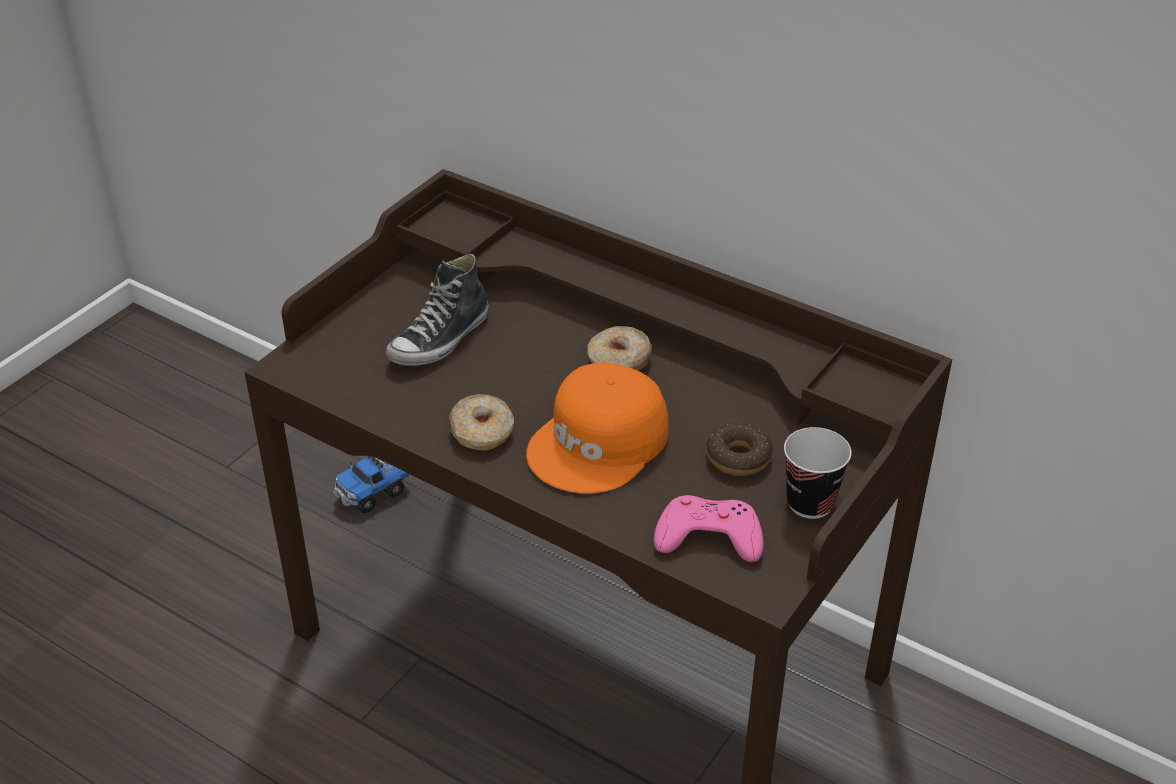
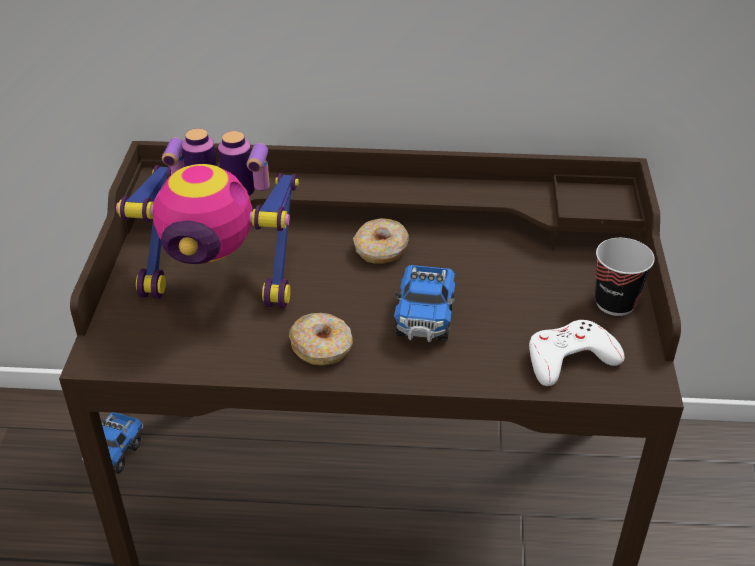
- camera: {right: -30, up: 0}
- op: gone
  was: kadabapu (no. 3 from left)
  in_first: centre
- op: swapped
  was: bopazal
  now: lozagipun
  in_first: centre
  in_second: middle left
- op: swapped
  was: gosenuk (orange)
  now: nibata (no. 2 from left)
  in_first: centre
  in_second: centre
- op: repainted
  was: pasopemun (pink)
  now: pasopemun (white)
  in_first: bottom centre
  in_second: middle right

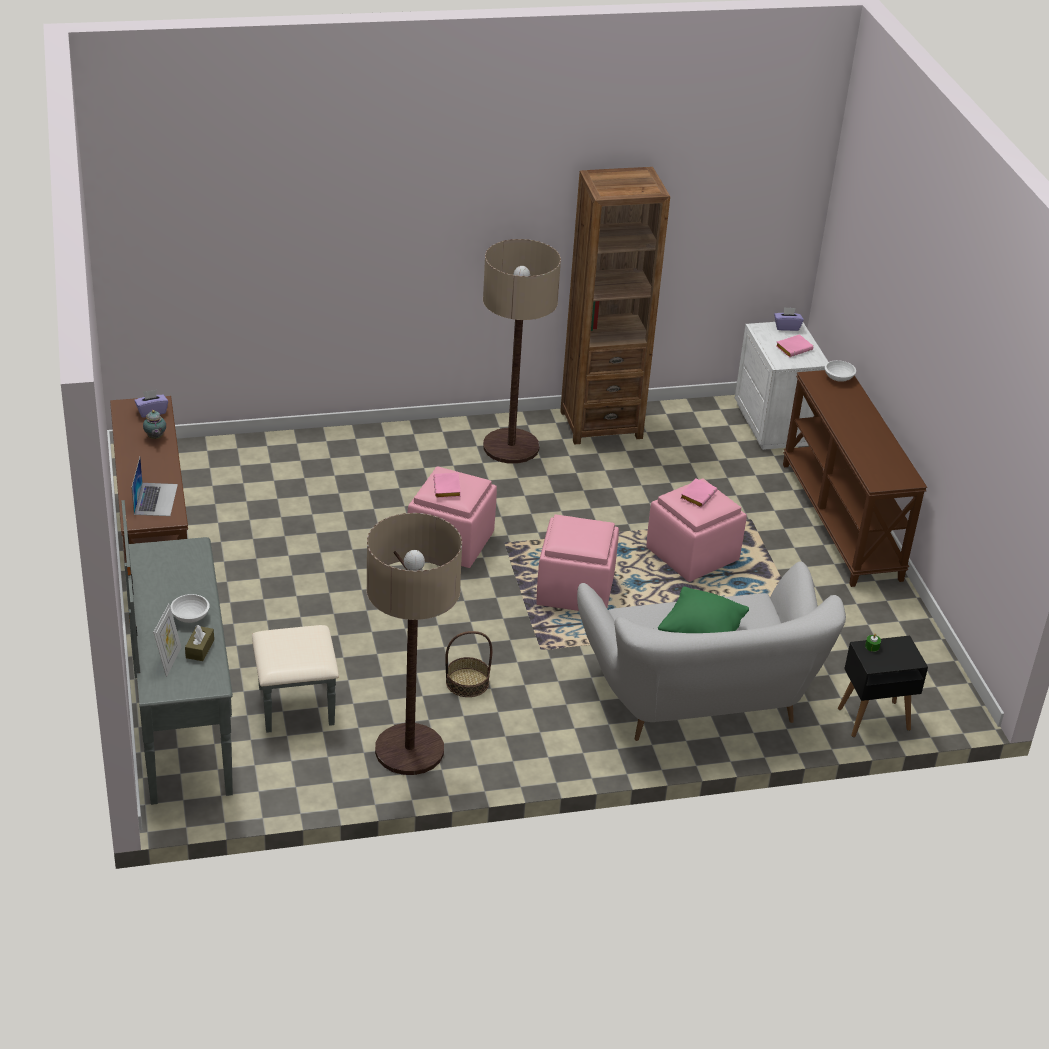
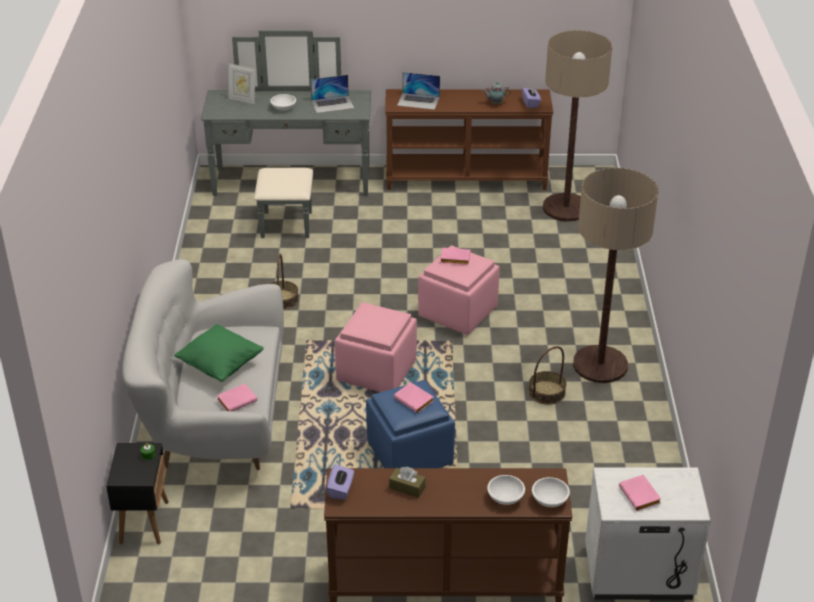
- camera: {right: 105, up: 0}
- op: gone
  was: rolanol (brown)
  in_first: top centre
- op: new
  now: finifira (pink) (no. 1 from left)
  in_second: middle left
- op: new
  now: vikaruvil (no. 1 from left)
  in_second: top centre
- op: new
  now: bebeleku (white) (no. 2 from left)
  in_second: bottom centre
- op: new
  now: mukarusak (no. 2 from left)
  in_second: middle right
- op: shifted
  was: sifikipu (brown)
  in_first: middle left
  in_second: bottom centre
- op: shifted
  was: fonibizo (no. 1 from left)
  in_first: centre
  in_second: top right
- op: shifted
  was: sifikipu (purple) (no. 2 from left in the first image)
  now: sifikipu (purple) (no. 1 from left)
  in_first: top right
  in_second: bottom centre
- op: repainted
  was: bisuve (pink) (no. 3 from left)
  now: bisuve (blue)
  in_first: centre
  in_second: bottom centre

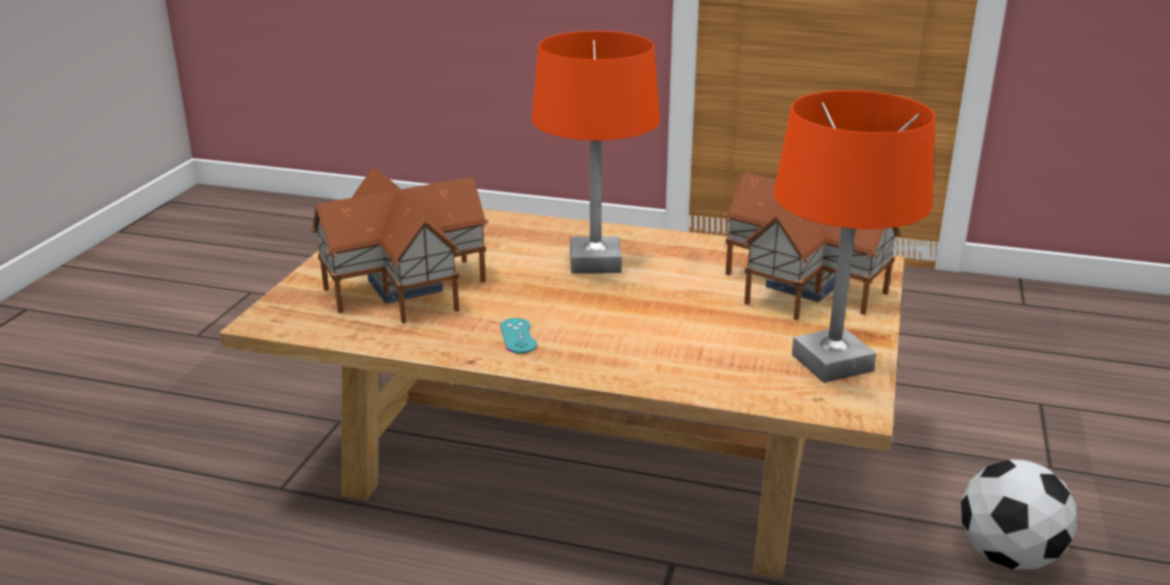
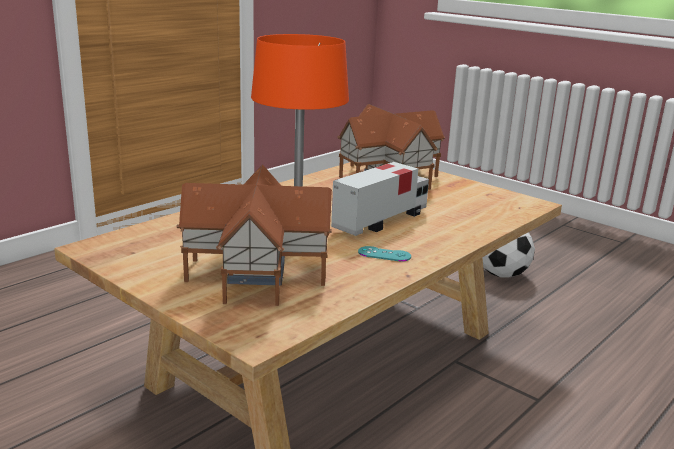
- camera: {right: -65, up: -5}
- op: gone
  was: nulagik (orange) (no. 2 from left)
  in_first: middle right
- op: new
  now: nibata
  in_second: centre

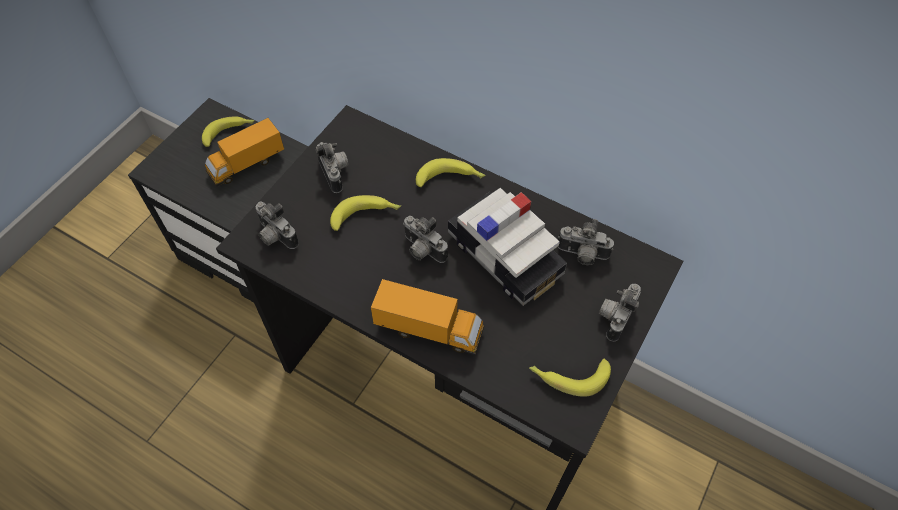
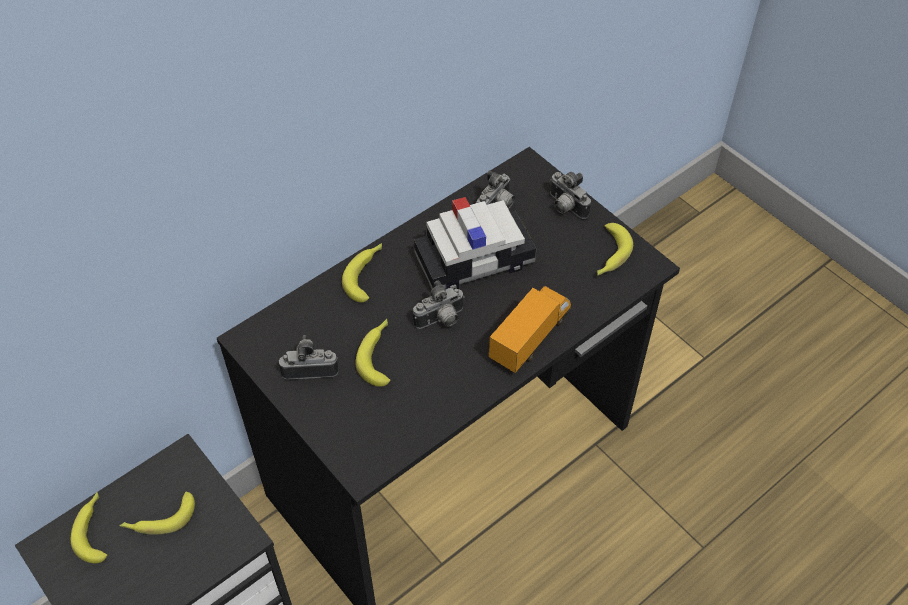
- camera: {right: -70, up: -5}
- op: gone
  was: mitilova (no. 1 from left)
  in_first: middle left
- op: swapped
  was: nibata (no. 1 from left)
  now: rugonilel (no. 2 from left)
  in_first: top left
  in_second: bottom left

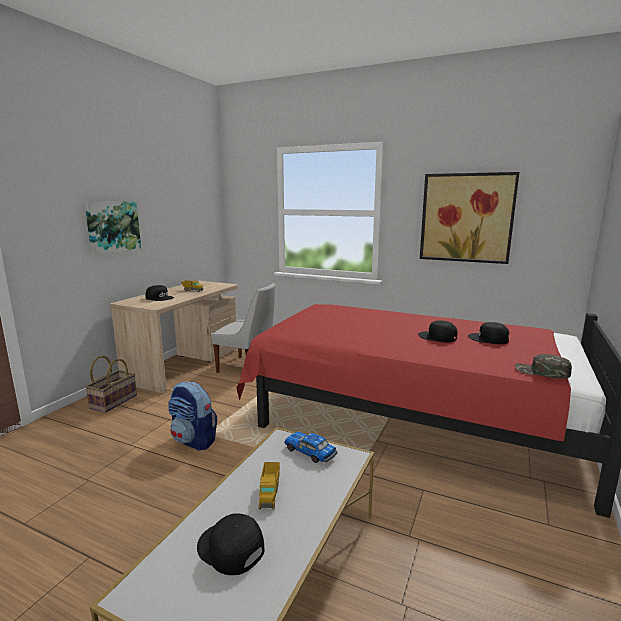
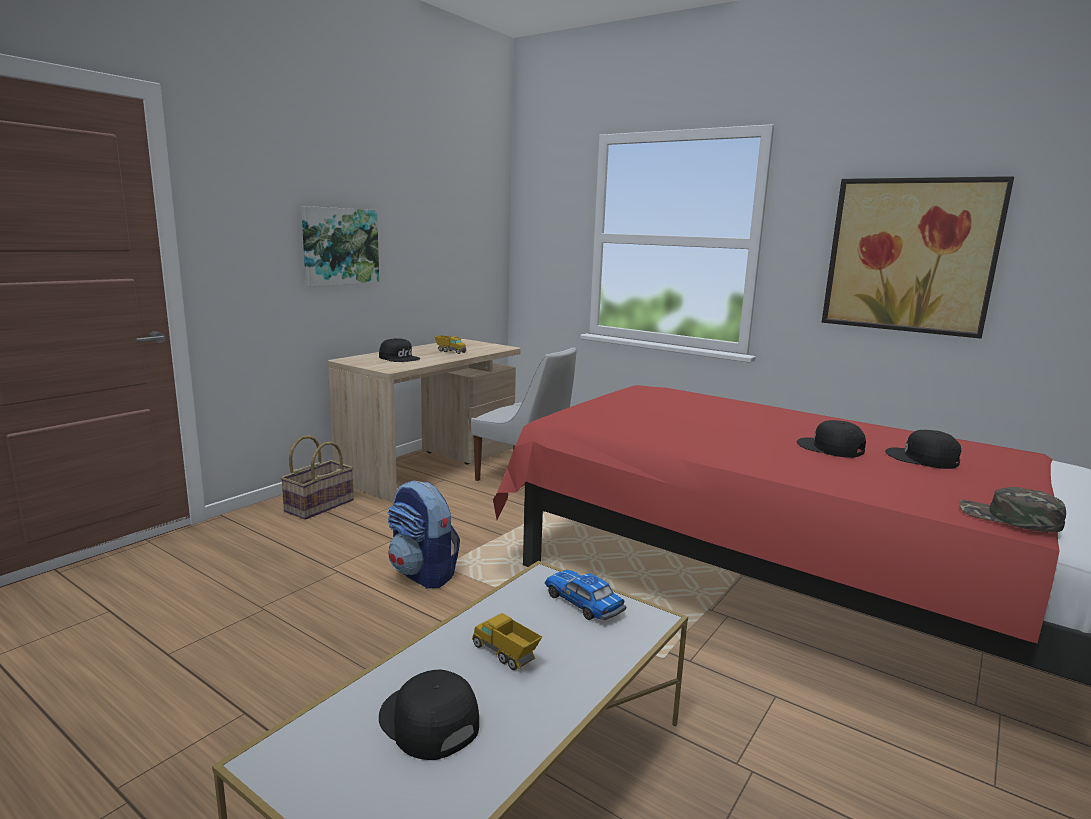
- camera: {right: 10, up: 0}
- op: rotated
  was: nibata (no. 2 from left)
  in_first: bottom centre
  in_second: bottom centre
  clockwise: 120

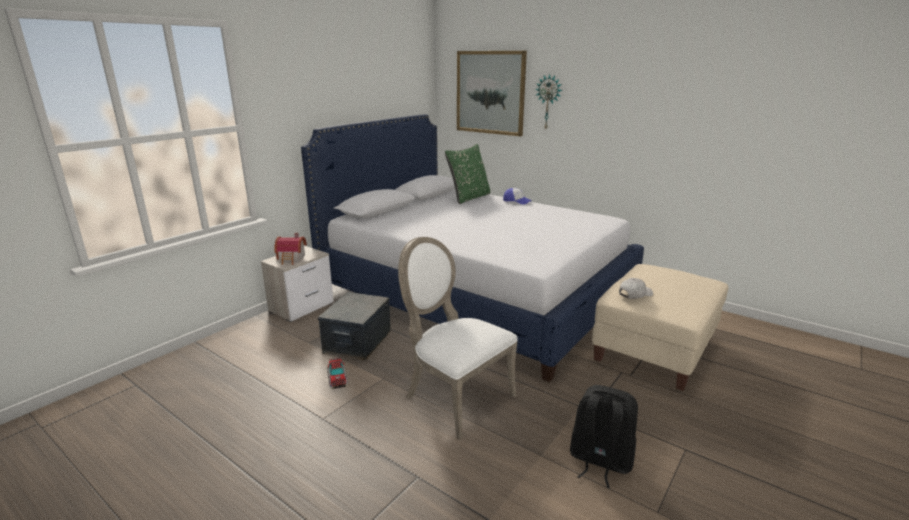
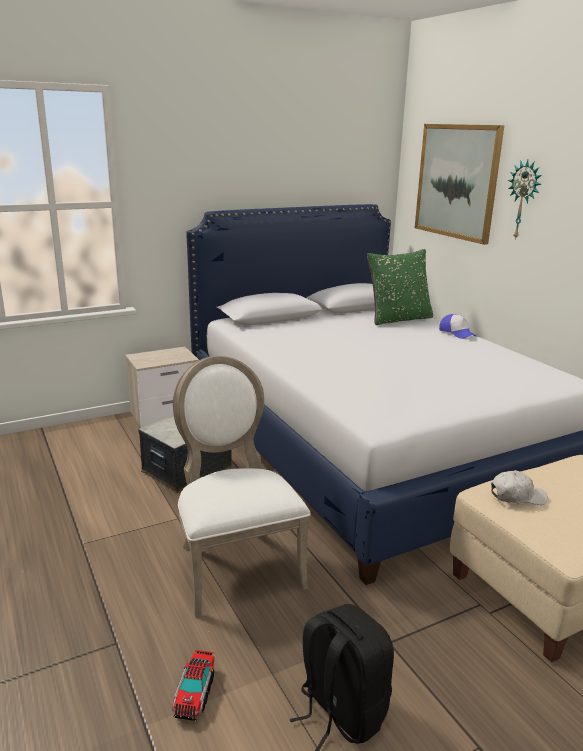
- camera: {right: 25, up: 0}
- op: gone
  was: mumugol
  in_first: middle left
- op: shifted
  was: nibata
  in_first: bottom centre
  in_second: bottom left

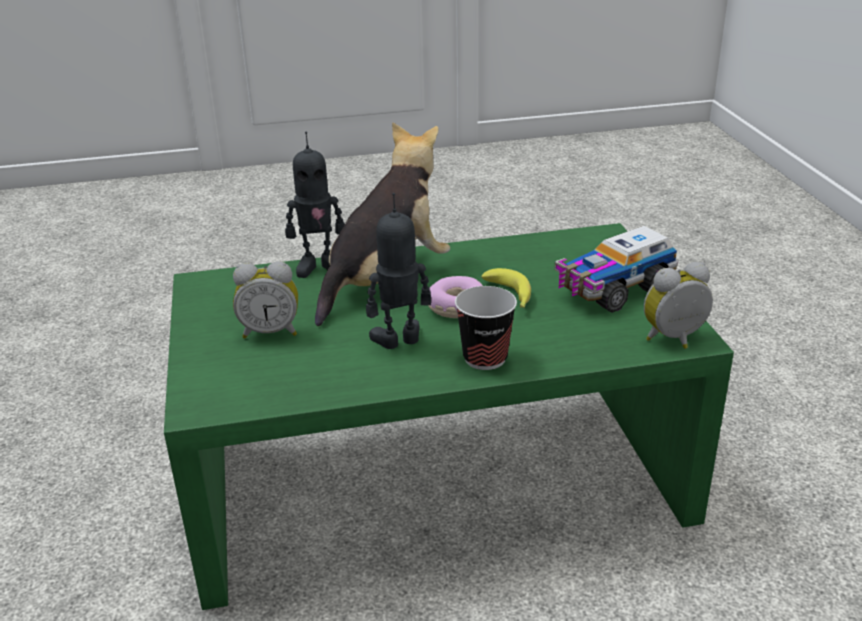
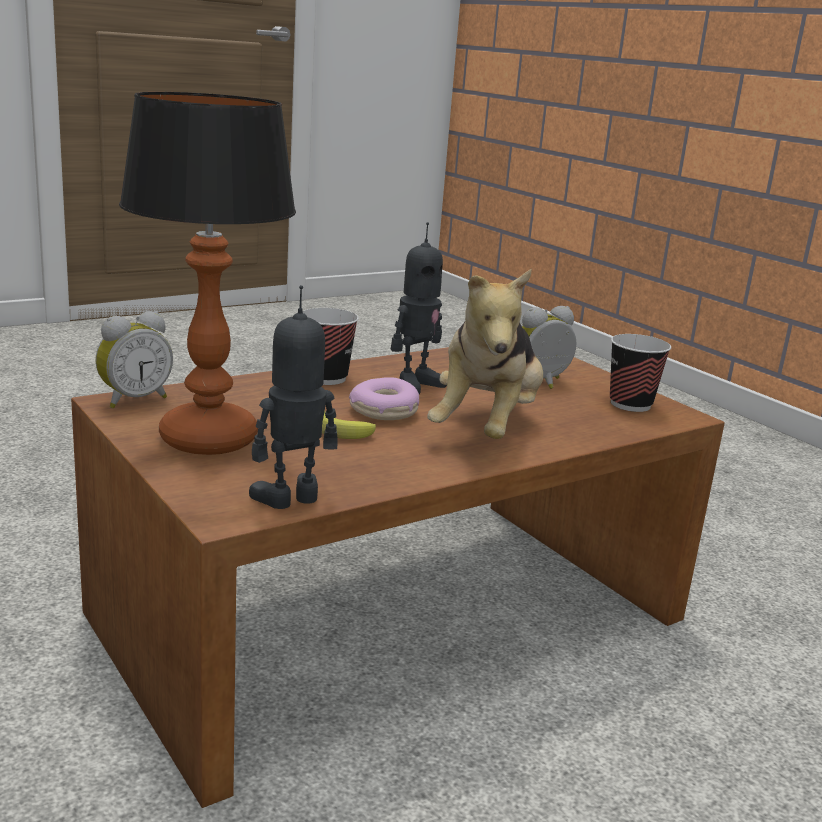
- camera: {right: 155, up: -10}
- op: new
  now: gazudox (no. 2 from left)
  in_second: middle right
- op: shifted
  was: lozagipun (no. 1 from left)
  in_first: top centre
  in_second: centre
- op: swapped
  was: nibata
  now: nulagik
  in_first: middle right
  in_second: top left
- op: repainted
  was: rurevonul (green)
  now: rurevonul (brown)
  in_first: bottom centre
  in_second: bottom centre

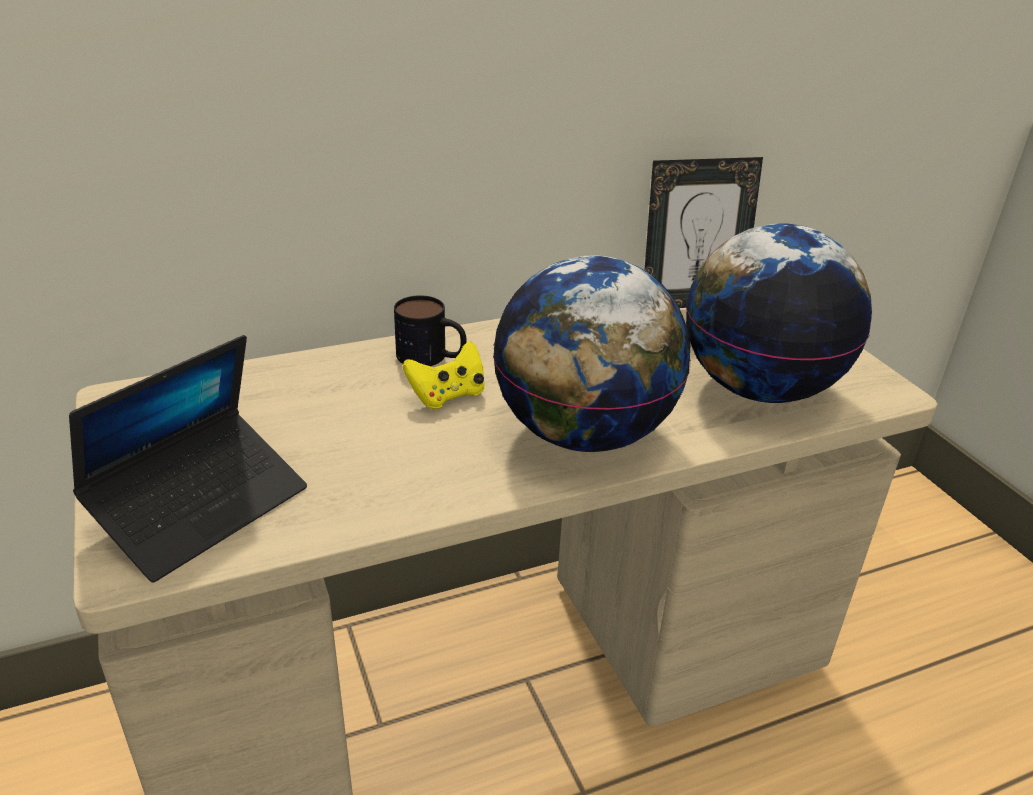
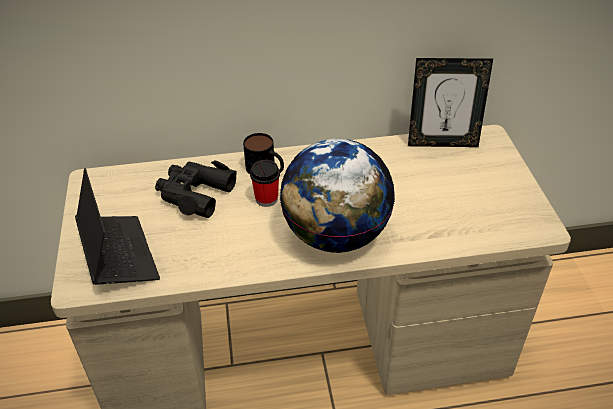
- camera: {right: 15, up: 10}
- op: gone
  was: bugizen (no. 2 from left)
  in_first: middle right
- op: new
  now: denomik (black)
  in_second: middle left
- op: swapped
  was: pasopemun (yellow)
  now: gazudox
  in_first: centre
  in_second: centre
- op: rotated
  was: vikaruvil
  in_first: middle left
  in_second: middle left
  clockwise: -75

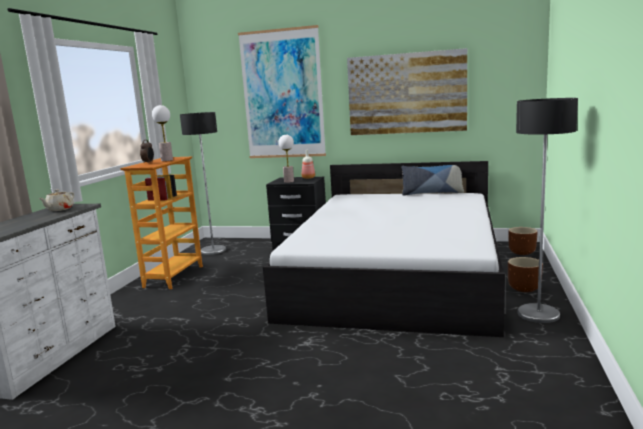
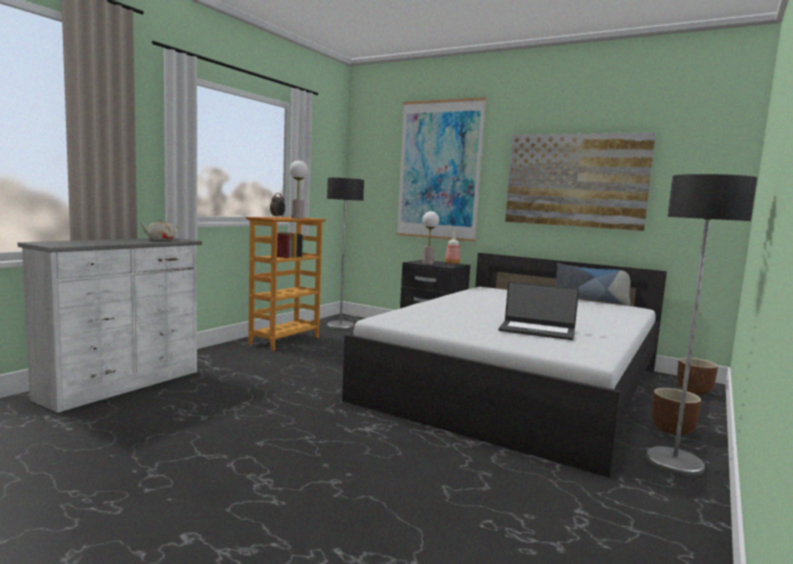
- camera: {right: 15, up: -5}
- op: new
  now: vikaruvil
  in_second: middle right

